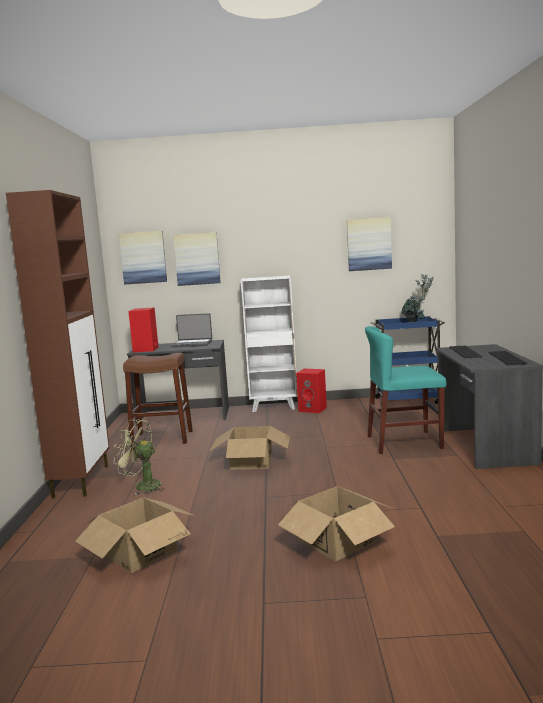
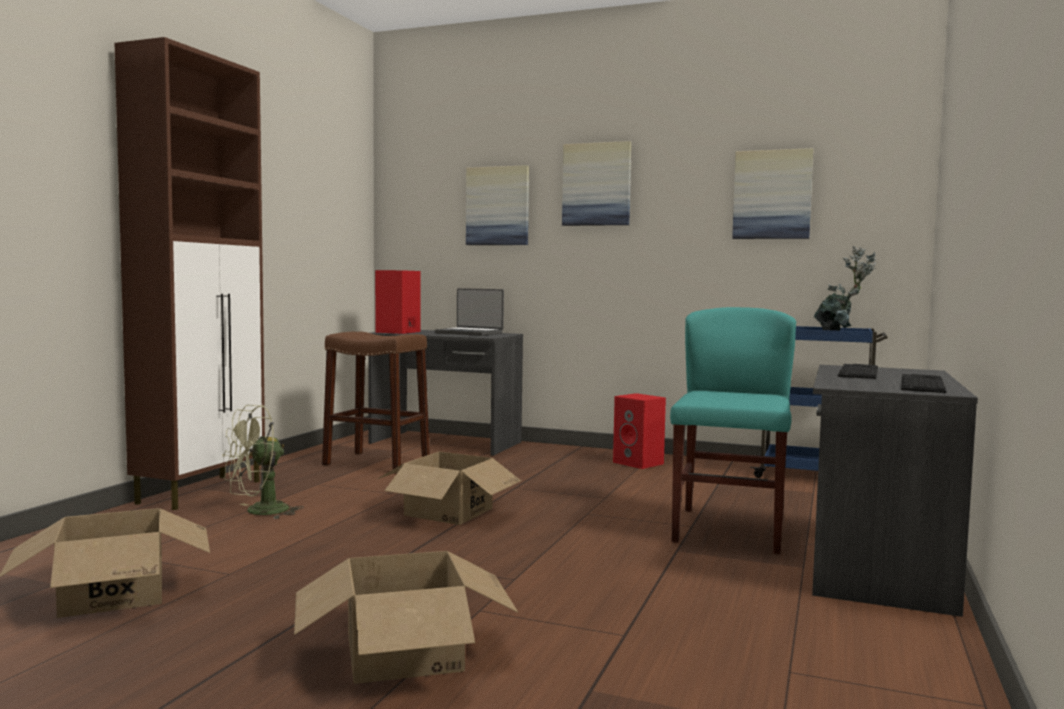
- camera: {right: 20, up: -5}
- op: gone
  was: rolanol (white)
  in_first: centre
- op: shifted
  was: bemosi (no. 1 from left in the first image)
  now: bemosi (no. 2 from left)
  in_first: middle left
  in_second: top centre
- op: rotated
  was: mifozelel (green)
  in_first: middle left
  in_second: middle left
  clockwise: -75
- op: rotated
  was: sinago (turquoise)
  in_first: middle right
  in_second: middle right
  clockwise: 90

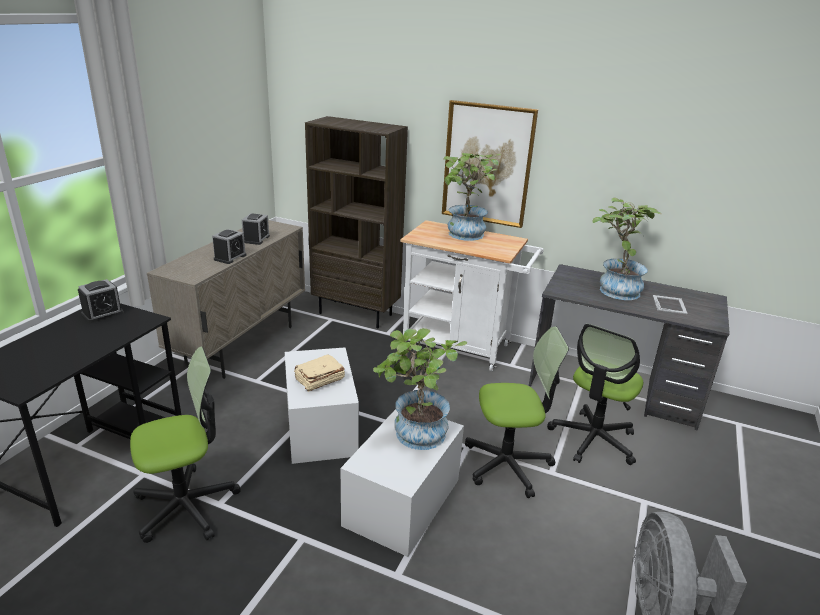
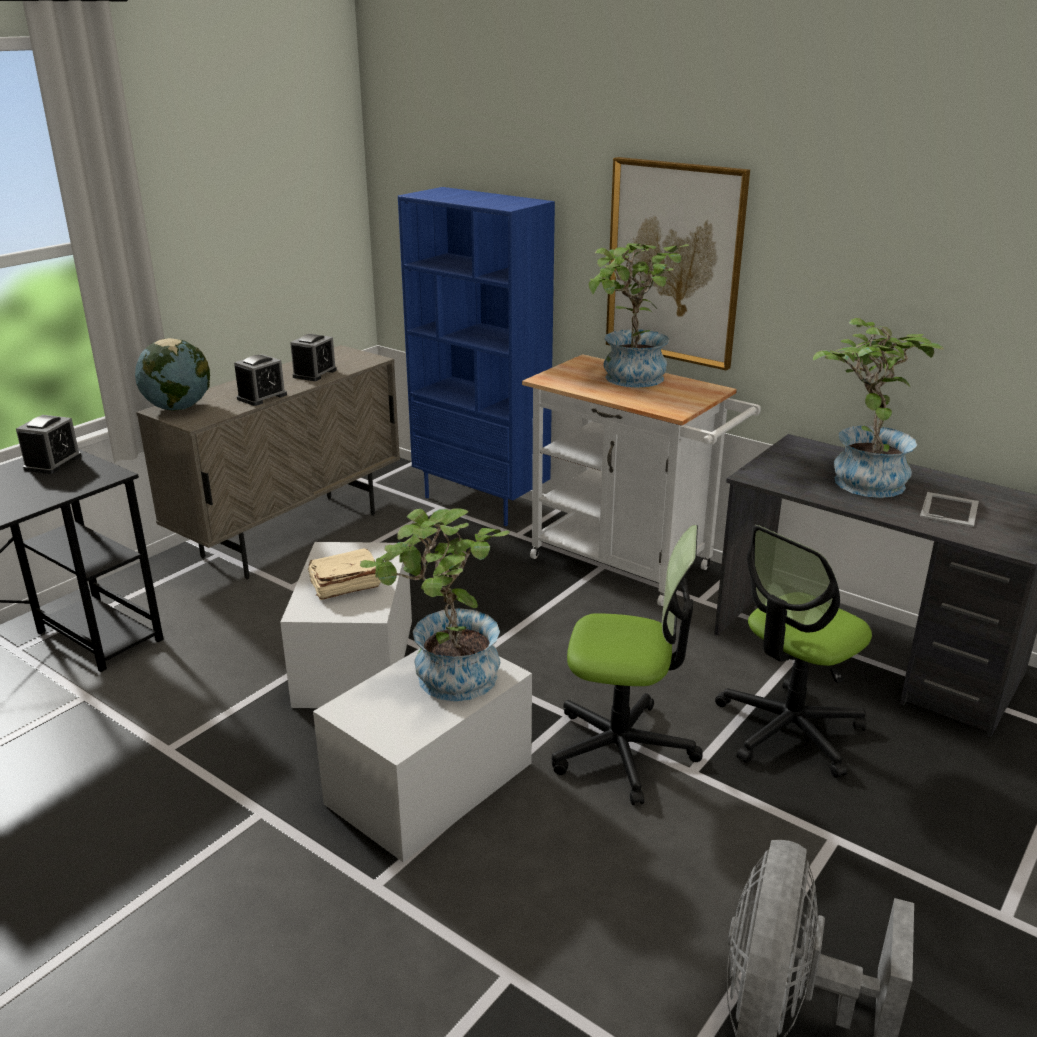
- camera: {right: 15, up: 0}
- op: gone
  was: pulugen (no. 1 from left)
  in_first: bottom left
- op: new
  now: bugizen
  in_second: middle left
- op: repainted
  was: rolanol (brown)
  now: rolanol (blue)
  in_first: centre
  in_second: centre
- op: rotated
  was: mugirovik (no. 1 from left)
  in_first: middle left
  in_second: middle left
  clockwise: -45

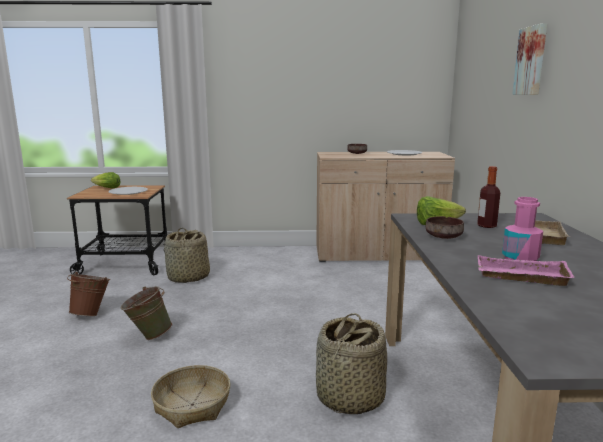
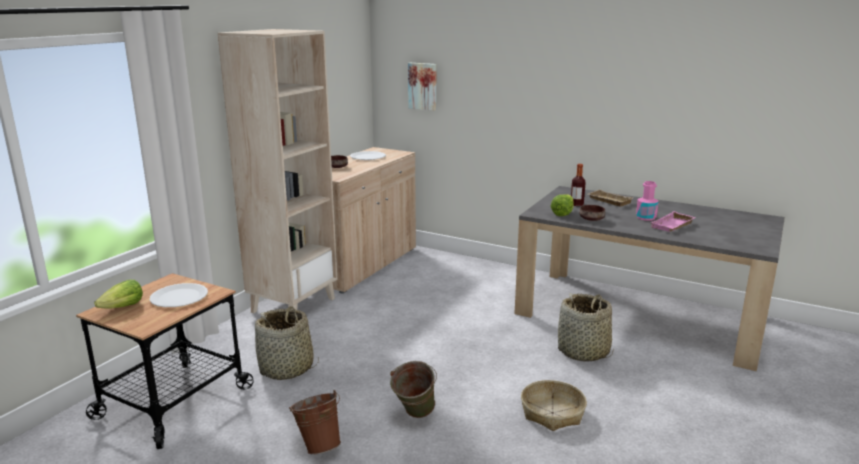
- camera: {right: -60, up: 5}
- op: new
  now: rolanol (beige)
  in_second: middle left
- op: shifted
  was: bemosi
  in_first: top right
  in_second: top centre

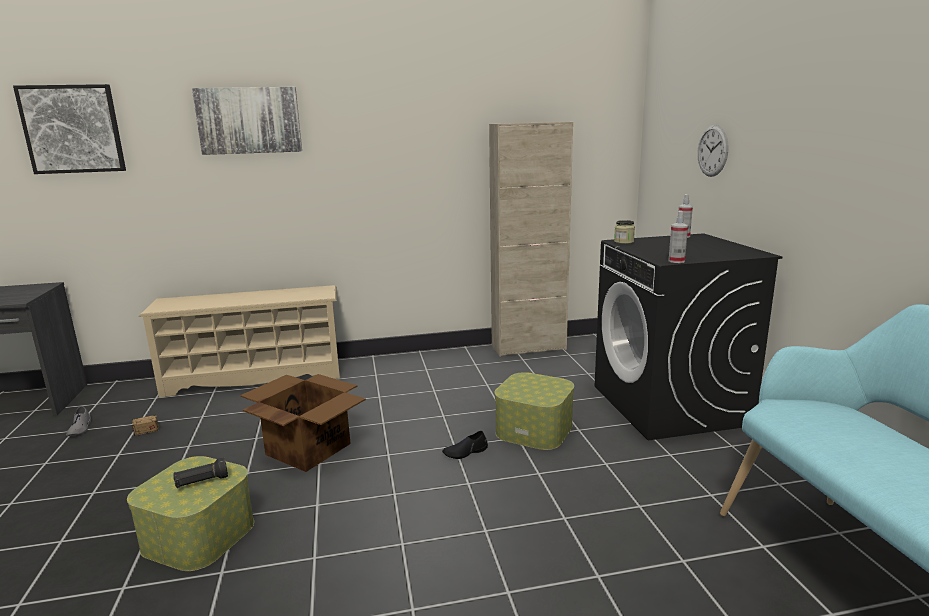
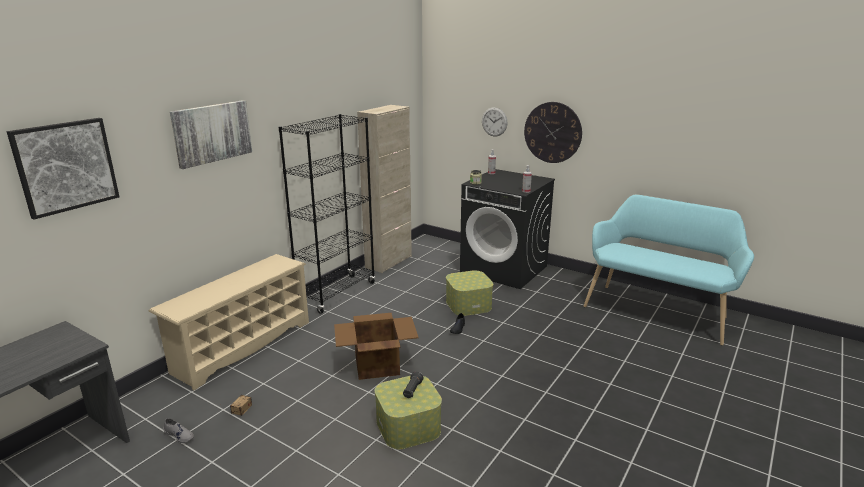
- camera: {right: -45, up: 5}
- op: new
  now: rolanol (black)
  in_second: centre
- op: new
  now: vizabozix (no. 2 from left)
  in_second: top centre

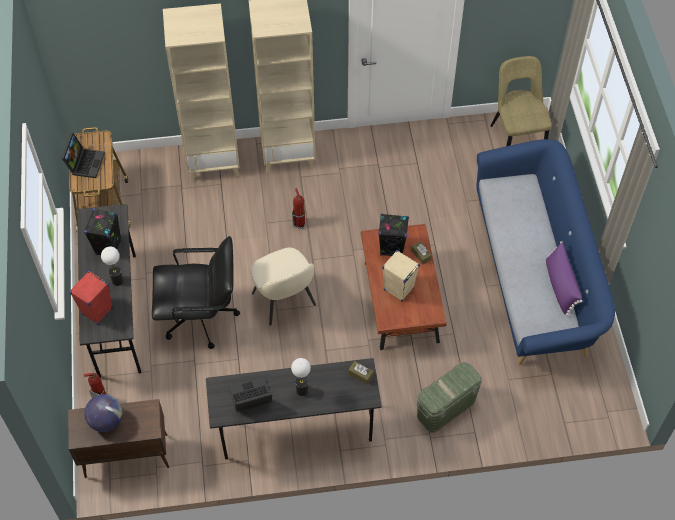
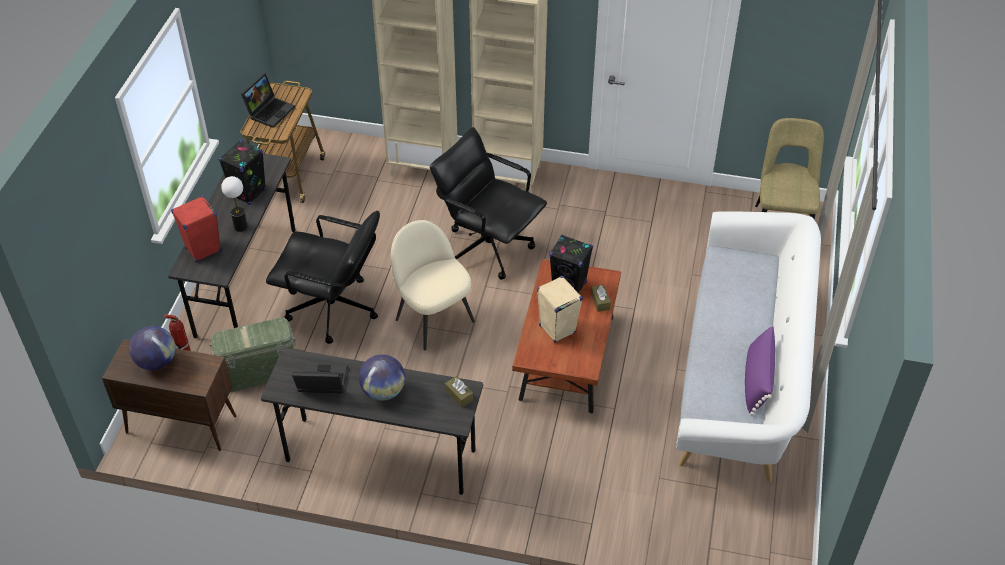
- camera: {right: 20, up: -10}
- op: shifted
  was: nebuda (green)
  in_first: bottom centre
  in_second: middle left
- op: swapped
  was: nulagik (no. 2 from left)
  now: bugizen (no. 2 from left)
  in_first: bottom centre
  in_second: bottom centre
- op: swapped
  was: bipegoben (no. 2 from left)
  now: pulugen (black) (no. 2 from left)
  in_first: centre
  in_second: centre
- op: repainted
  was: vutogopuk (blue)
  now: vutogopuk (white)
  in_first: middle right
  in_second: middle right
- op: rotated
  was: sinago (beige) (no. 1 from left)
  in_first: centre
  in_second: centre
  clockwise: 150

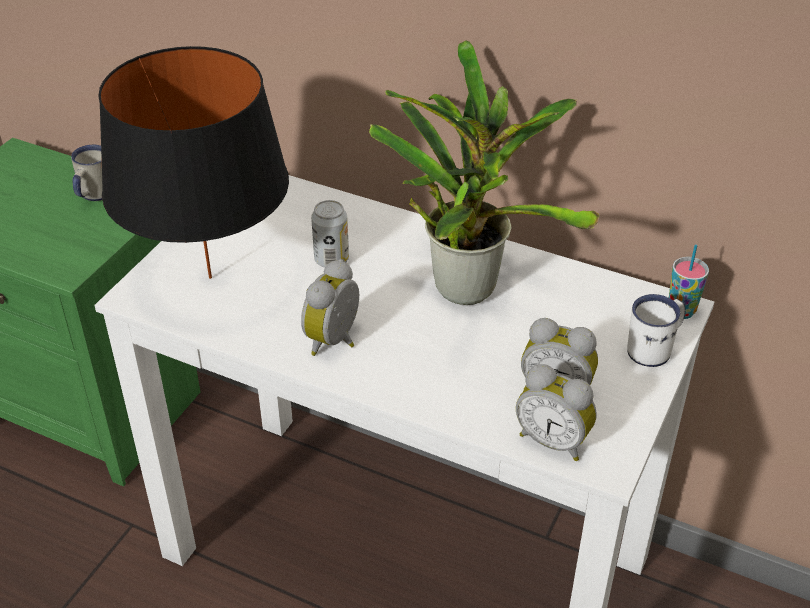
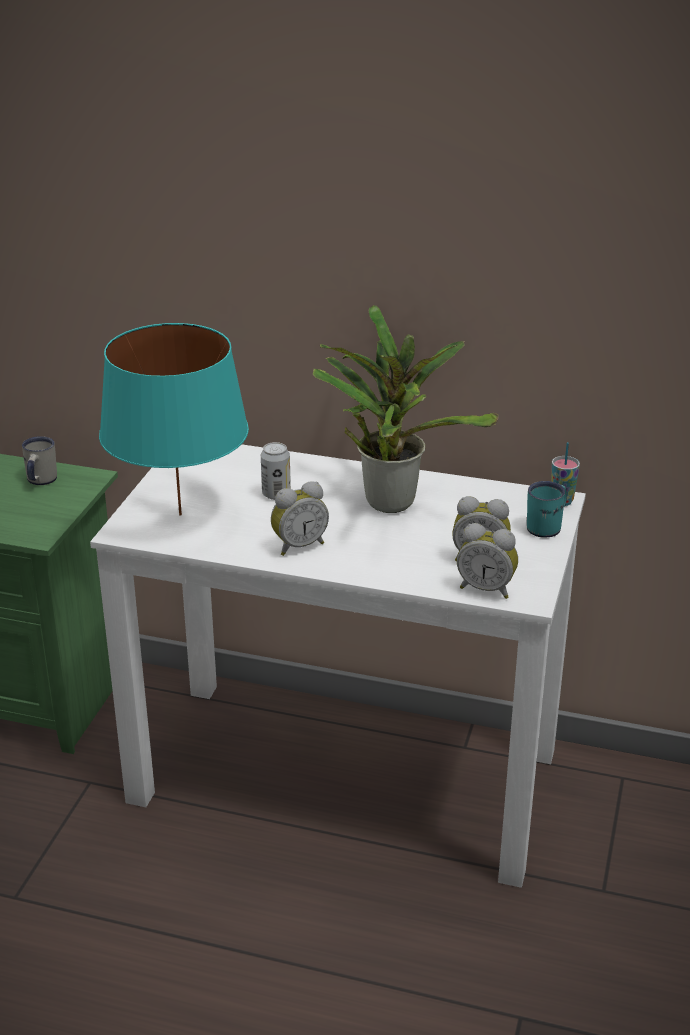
- camera: {right: -10, up: -10}
- op: repainted
  was: nulagik (black)
  now: nulagik (turquoise)
  in_first: top left
  in_second: middle left
- op: repainted
  was: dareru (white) (no. 2 from left)
  now: dareru (turquoise)
  in_first: middle right
  in_second: middle right
- op: rotated
  was: mugirovik (no. 1 from left)
  in_first: centre
  in_second: centre
  clockwise: -135

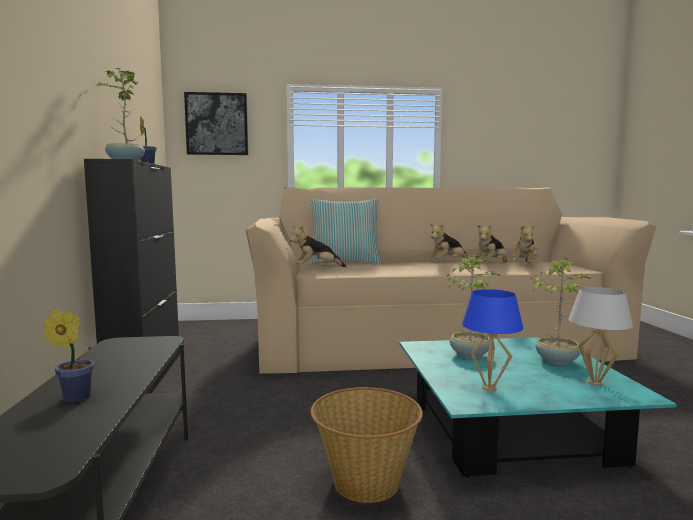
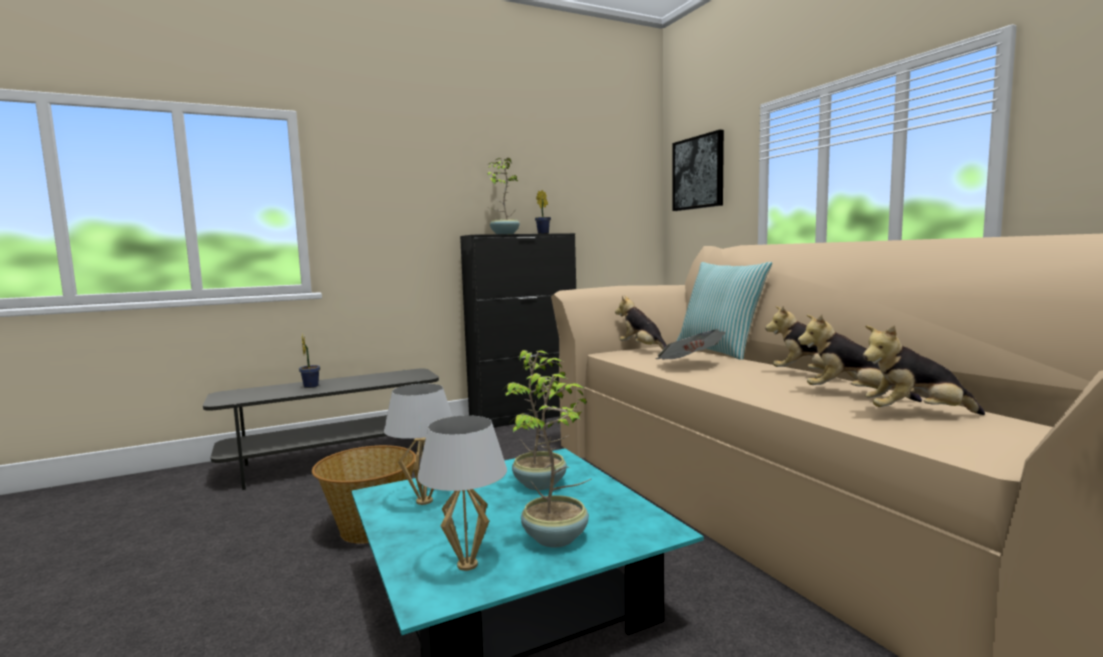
- camera: {right: 70, up: 0}
- op: new
  now: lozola
  in_second: centre
- op: repainted
  was: nulagik (blue)
  now: nulagik (white) (no. 1 from left)
  in_first: middle right
  in_second: bottom centre

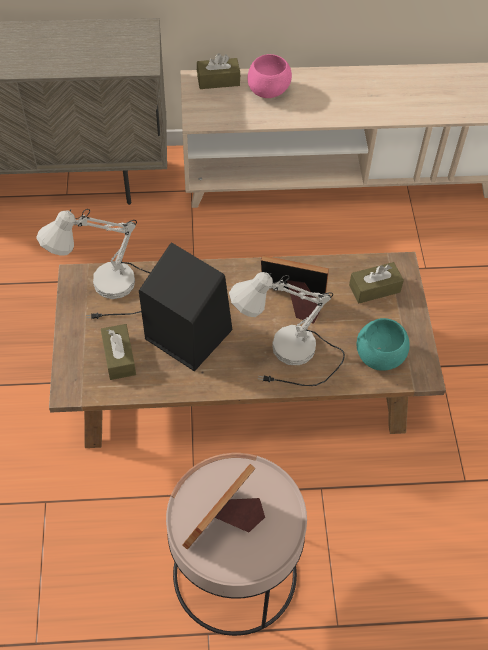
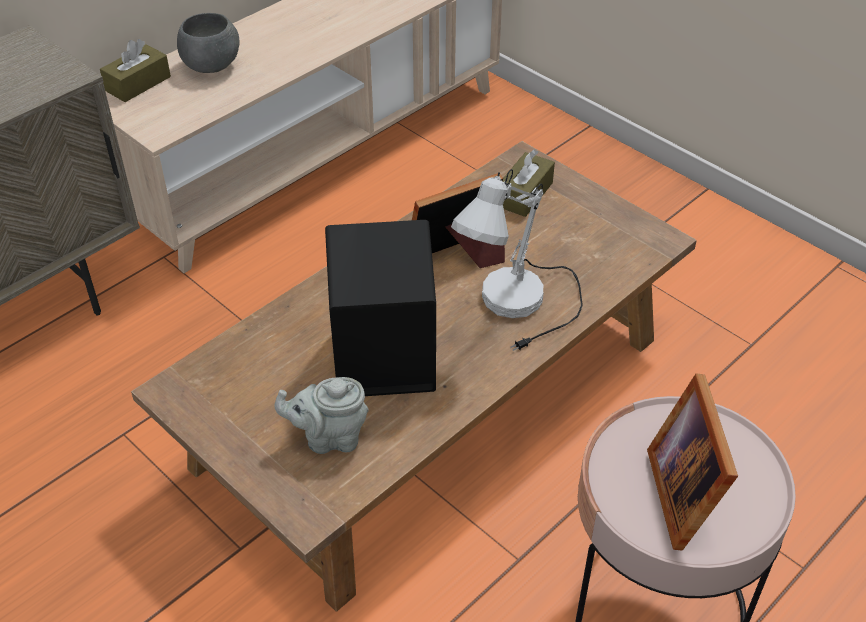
- camera: {right: -40, up: -10}
- op: gone
  was: nulagik (white) (no. 1 from left)
  in_first: middle left
- op: gone
  was: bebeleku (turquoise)
  in_first: middle right
- op: swapped
  was: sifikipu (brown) (no. 1 from left)
  now: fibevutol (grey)
  in_first: middle left
  in_second: bottom centre
- op: repainted
  was: bebeleku (pink)
  now: bebeleku (grey)
  in_first: top centre
  in_second: top left

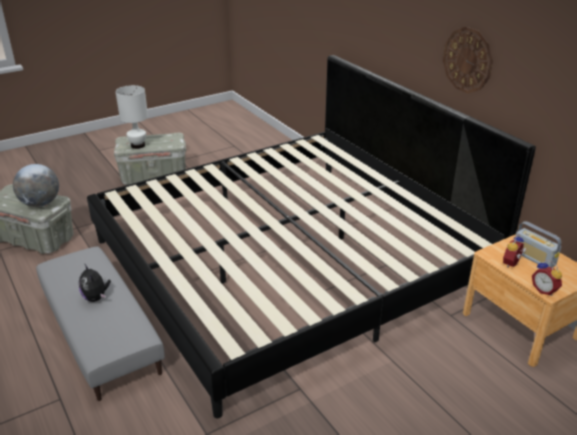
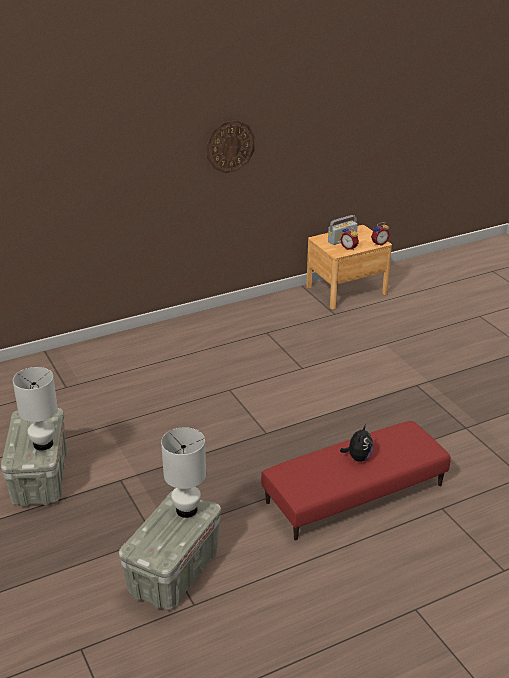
- camera: {right: -85, up: 0}
- op: gone
  was: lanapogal
  in_first: centre
- op: swapped
  was: bugizen
  now: nulagik (white) (no. 2 from left)
  in_first: middle left
  in_second: bottom centre
- op: repainted
  was: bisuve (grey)
  now: bisuve (red)
  in_first: bottom left
  in_second: bottom right
- op: rotated
  was: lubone
  in_first: middle left
  in_second: middle right
  clockwise: -45

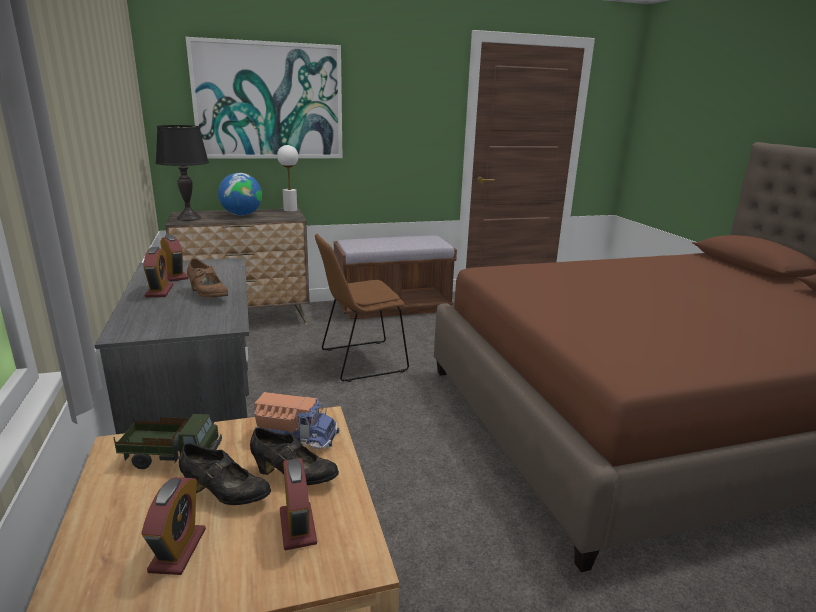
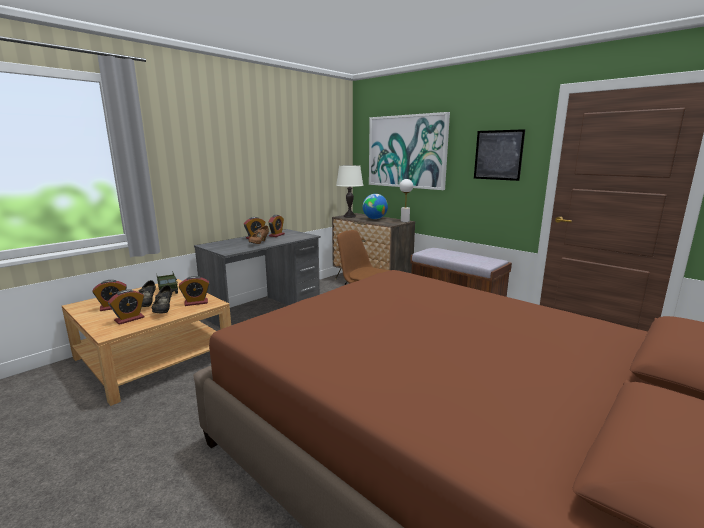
- camera: {right: 60, up: -5}
- op: new
  now: bemosi (no. 2 from left)
  in_second: top right
- op: swapped
  was: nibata (no. 2 from left)
  now: mugirovik (no. 3 from left)
  in_first: bottom centre
  in_second: middle left
- op: repainted
  was: nulagik (black)
  now: nulagik (white) (no. 1 from left)
  in_first: top left
  in_second: centre

